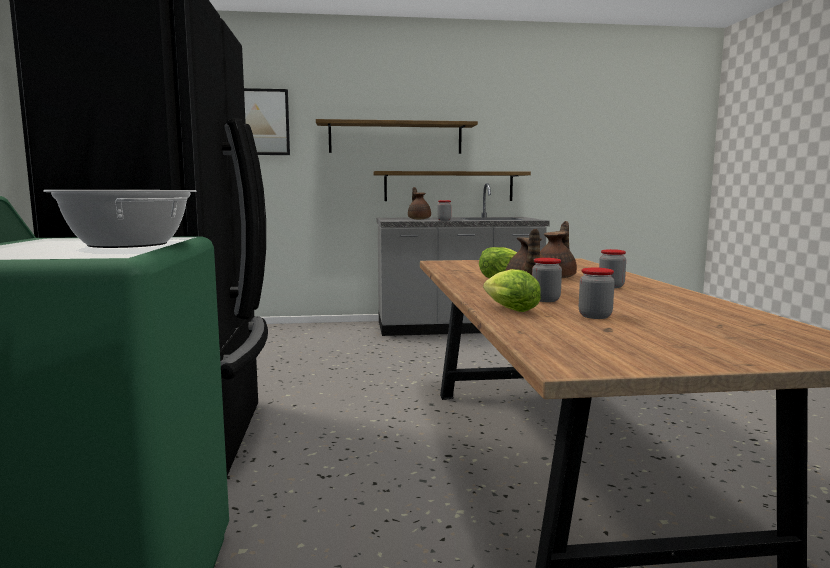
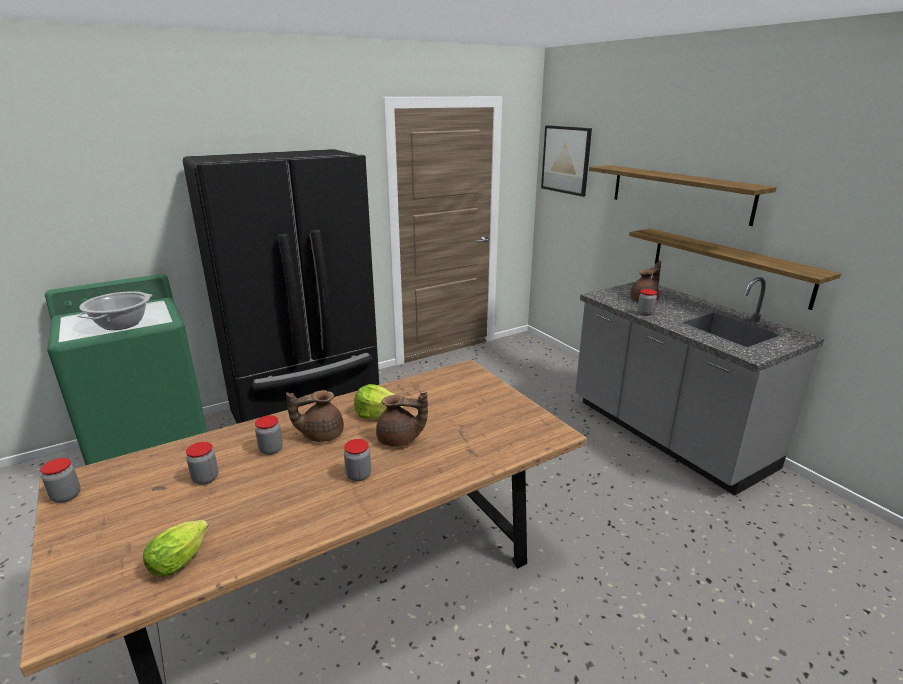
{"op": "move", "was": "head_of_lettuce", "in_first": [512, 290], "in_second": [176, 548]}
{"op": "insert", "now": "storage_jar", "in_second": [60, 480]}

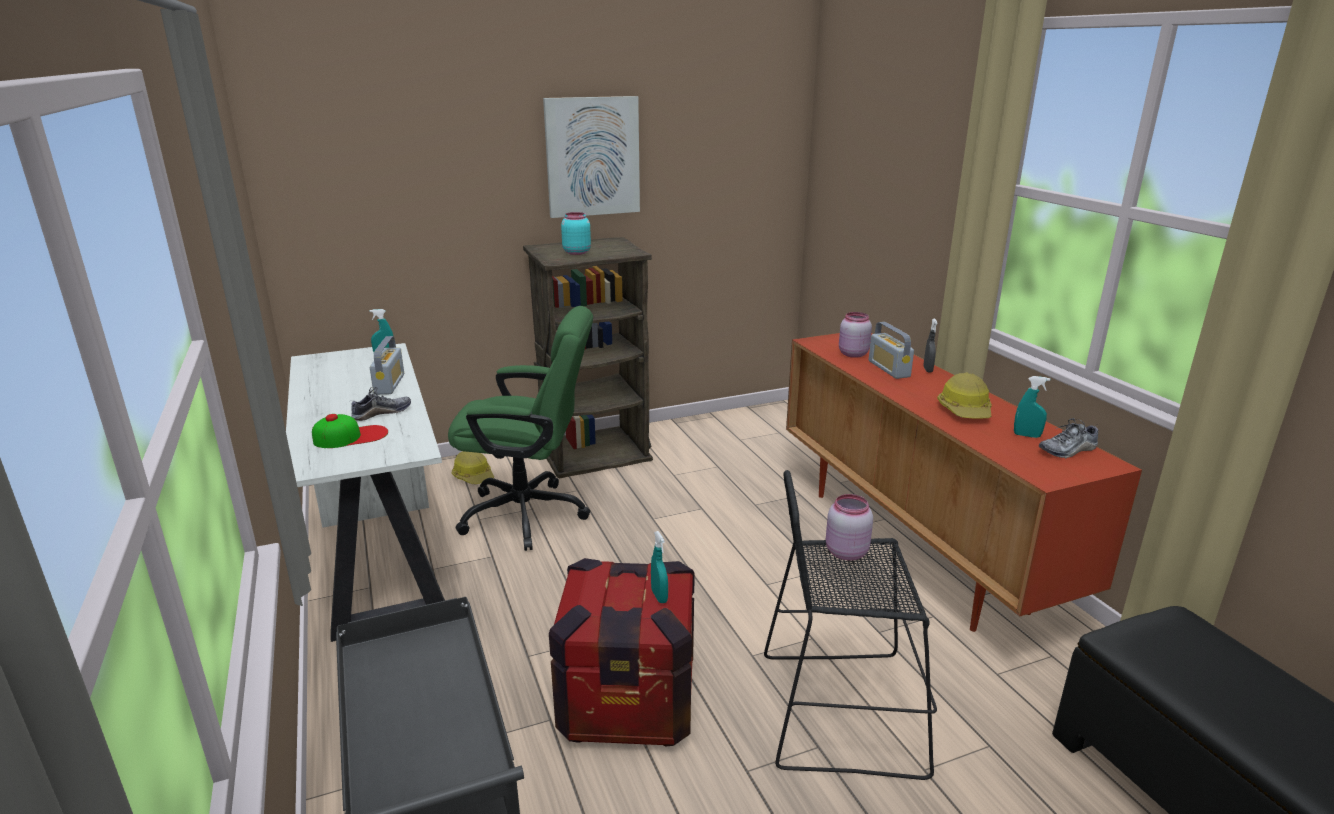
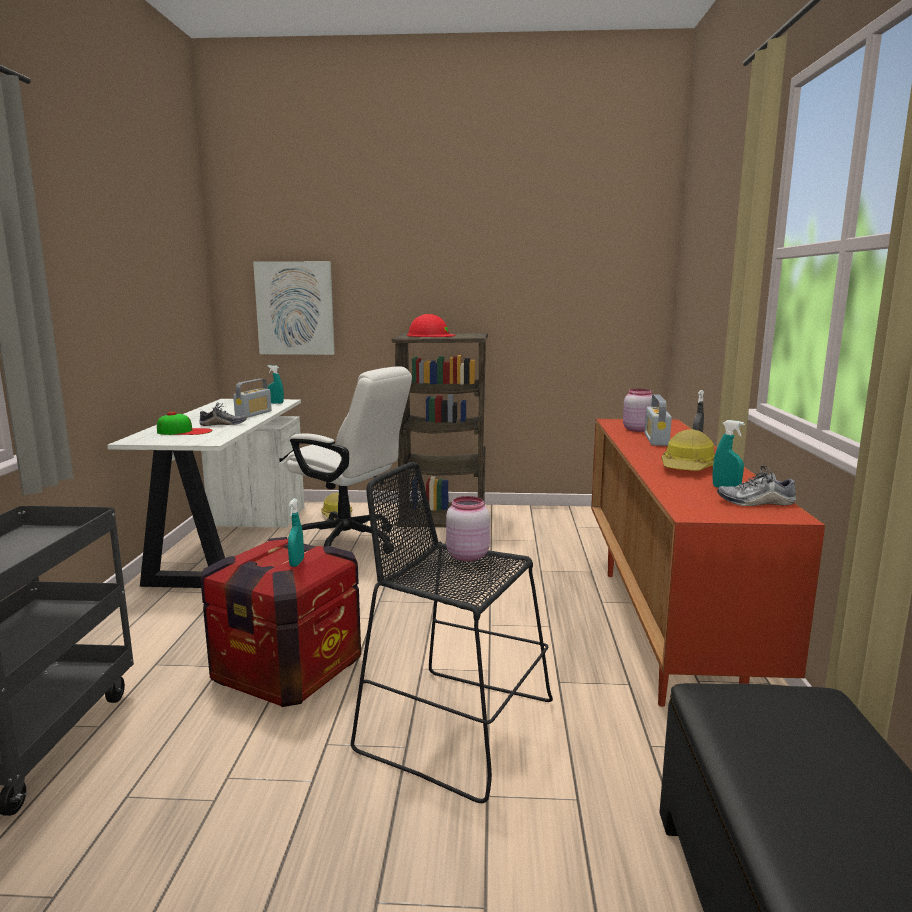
{"op": "recolor", "was": "green-coloured_computer_chair", "now": "white-coloured_computer_chair", "in_first": [520, 428], "in_second": [349, 460]}
{"op": "move", "was": "wall_art", "in_first": [591, 157], "in_second": [294, 308]}
{"op": "replace", "was": "blue-green_storage_jar", "now": "red-coloured_work_helmet", "in_first": [576, 233], "in_second": [431, 325]}

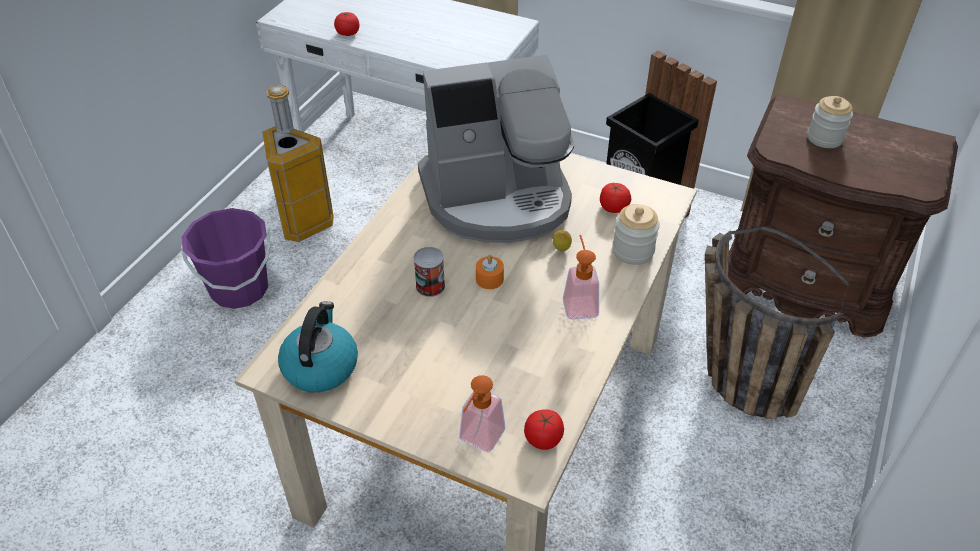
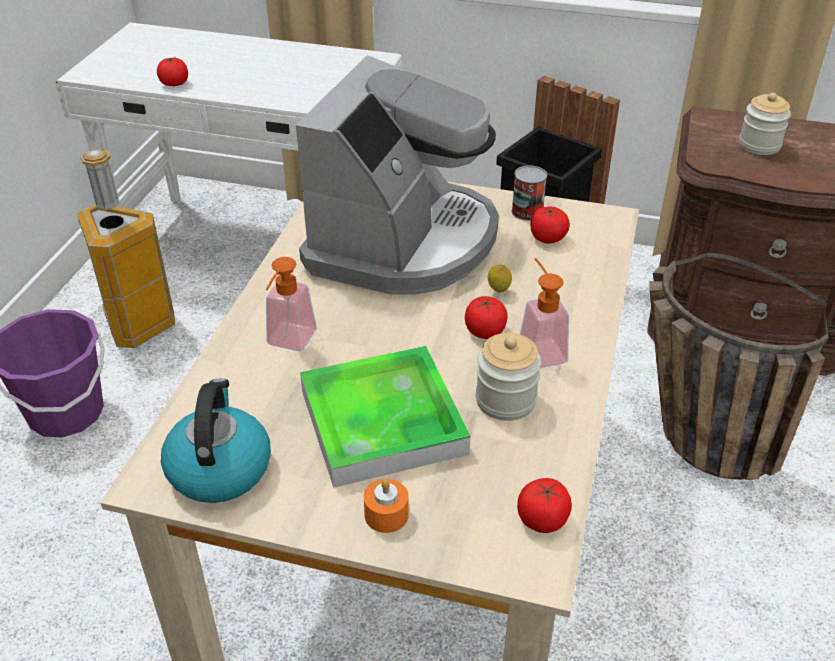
{"op": "move", "was": "metal_can", "in_first": [429, 272], "in_second": [529, 193]}
{"op": "rotate", "was": "coffee_maker", "in_first": [496, 149], "in_second": [397, 174], "clockwise": -45}
{"op": "move", "was": "soap_bottle", "in_first": [482, 413], "in_second": [291, 304]}
{"op": "move", "was": "orangey_wax_candle", "in_first": [490, 272], "in_second": [386, 506]}
{"op": "move", "was": "storage_jar", "in_first": [636, 234], "in_second": [508, 377]}
{"op": "insert", "now": "carrying_tray", "in_second": [385, 417]}
{"op": "insert", "now": "fresh_tomato", "in_second": [486, 317]}

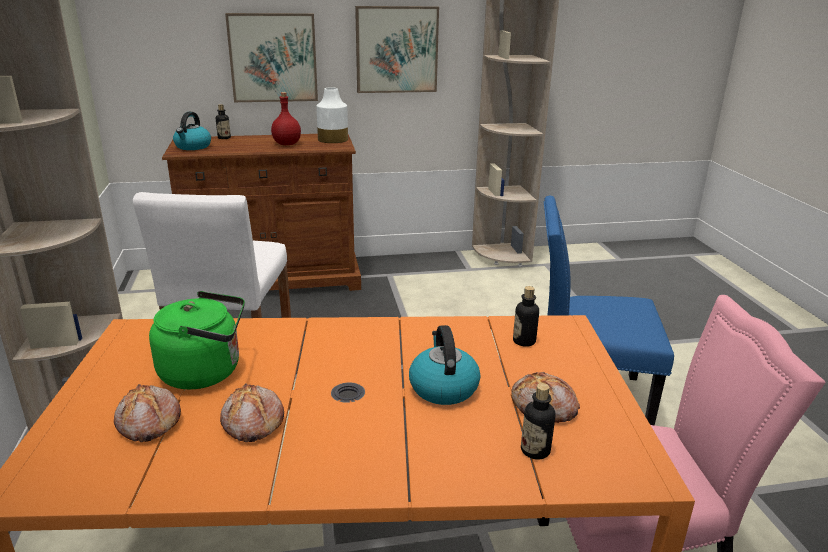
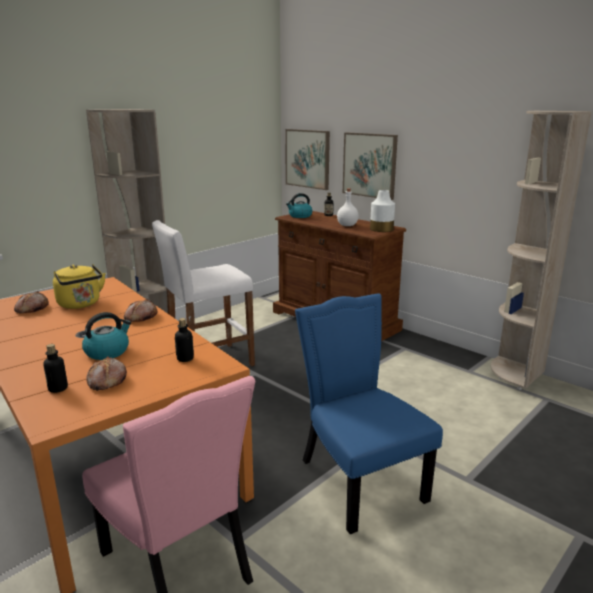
{"op": "recolor", "was": "green-coloured_kettle", "now": "yellow-coloured_kettle", "in_first": [197, 340], "in_second": [79, 286]}
{"op": "move", "was": "bread", "in_first": [252, 412], "in_second": [141, 310]}
{"op": "recolor", "was": "red-coloured_drink_bottle", "now": "white-coloured_drink_bottle", "in_first": [286, 118], "in_second": [348, 207]}
{"op": "move", "was": "wall_art", "in_first": [397, 49], "in_second": [307, 159]}

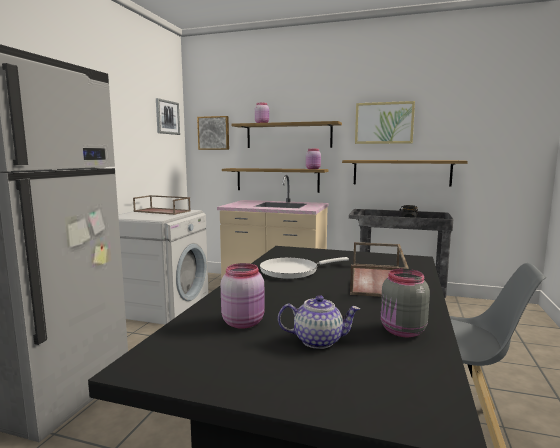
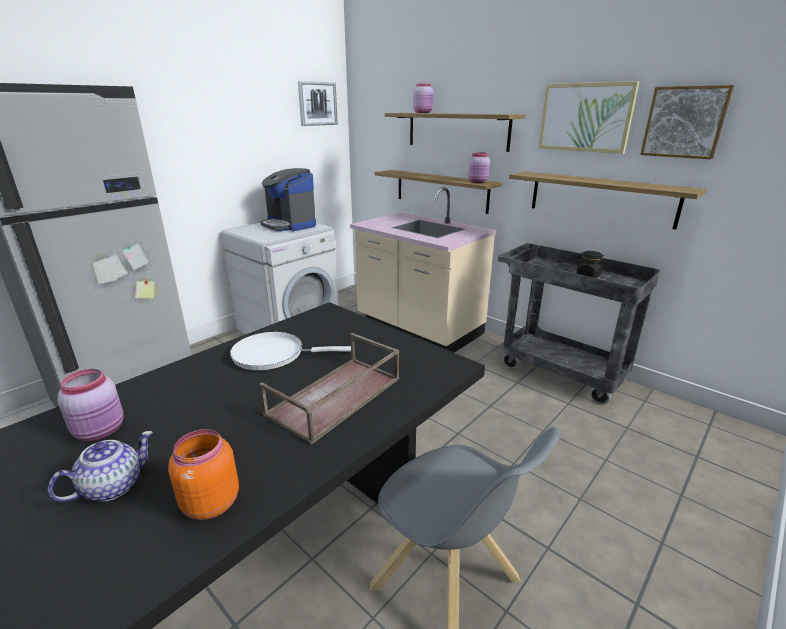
{"op": "replace", "was": "brown_carrying_tray", "now": "coffee_maker", "in_first": [162, 205], "in_second": [288, 199]}
{"op": "move", "was": "wall_art", "in_first": [213, 133], "in_second": [687, 122]}
{"op": "rotate", "was": "pot_for_tea", "in_first": [319, 322], "in_second": [100, 466], "clockwise": -75}
{"op": "recolor", "was": "gray_storage_jar", "now": "orangey_storage_jar", "in_first": [405, 303], "in_second": [203, 474]}

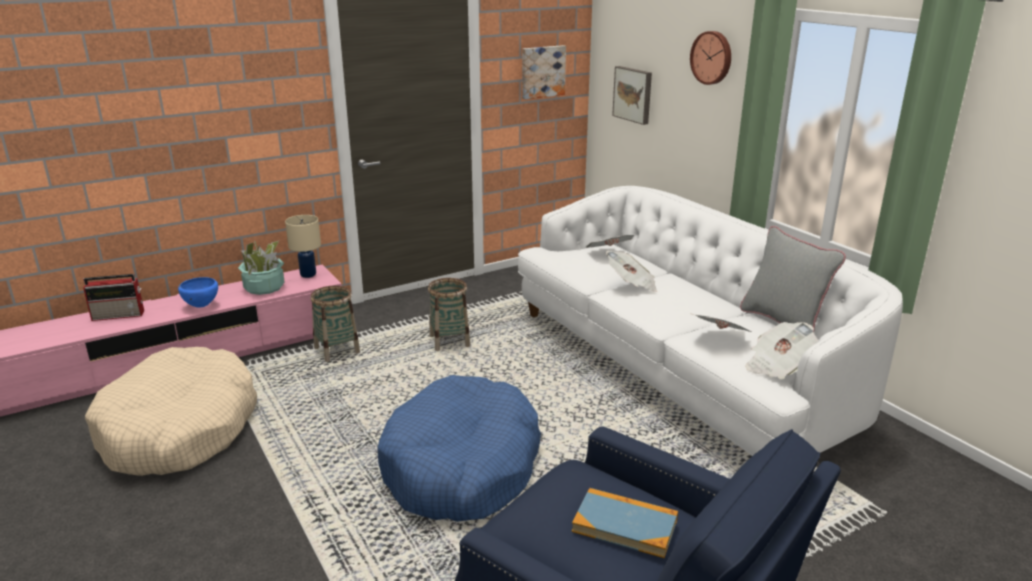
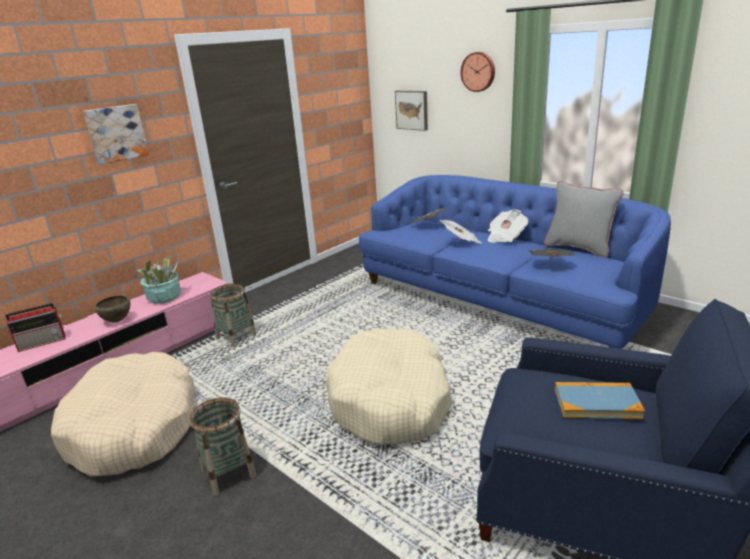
{"op": "recolor", "was": "blue-coloured_bowl", "now": "brown_bowl", "in_first": [198, 292], "in_second": [112, 309]}
{"op": "delete", "was": "sand-coloured_tabletop_lamp", "in_first": [303, 246]}
{"op": "recolor", "was": "blue-coloured_pet_bed", "now": "sand-coloured_pet_bed", "in_first": [459, 448], "in_second": [389, 386]}
{"op": "move", "was": "storage_basket", "in_first": [449, 314], "in_second": [223, 446]}
{"op": "recolor", "was": "white-coloured_settee", "now": "blue-coloured_settee", "in_first": [710, 321], "in_second": [515, 262]}
{"op": "move", "was": "wall_art", "in_first": [544, 72], "in_second": [116, 134]}
{"op": "move", "was": "printed_paper", "in_first": [782, 350], "in_second": [508, 226]}

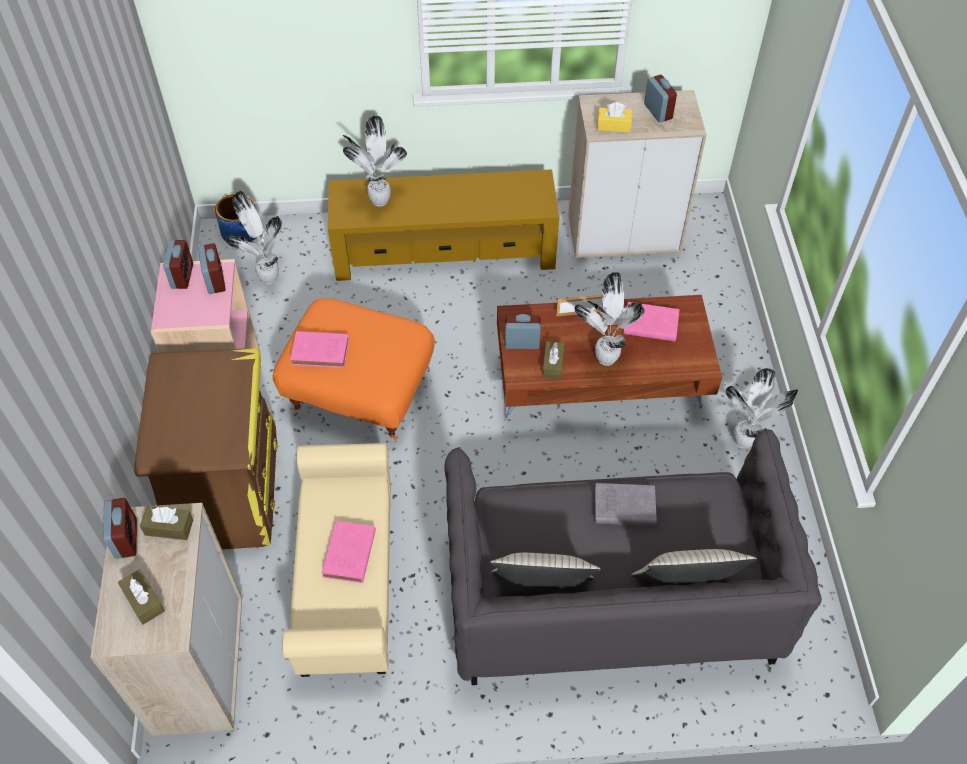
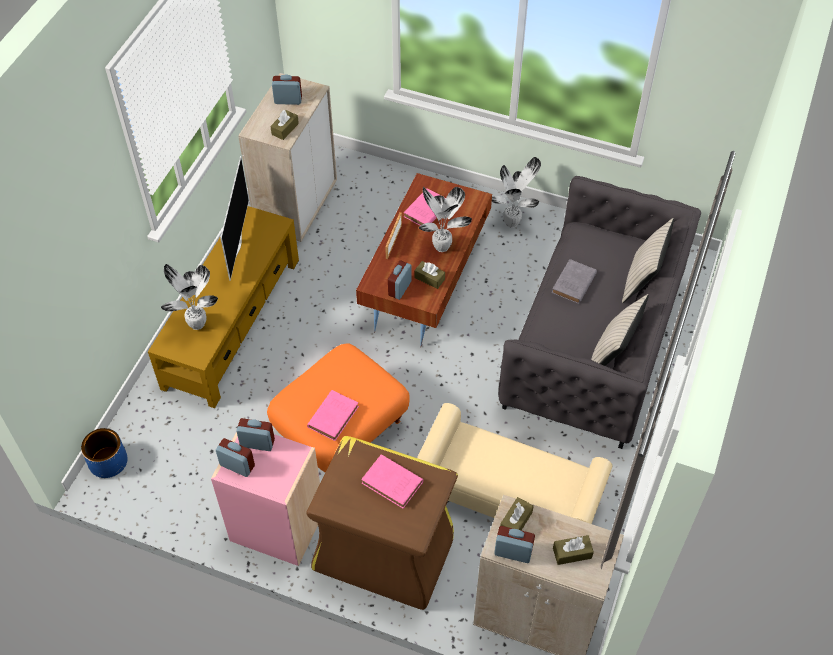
{"op": "delete", "was": "houseplant", "in_first": [254, 237]}
{"op": "move", "was": "pinkish_book", "in_first": [349, 552], "in_second": [392, 481]}
{"op": "recolor", "was": "yellow-coloured_box_of_tissues", "now": "brown_box_of_tissues", "in_first": [614, 117], "in_second": [284, 125]}
{"op": "insert", "now": "television", "in_second": [234, 218]}

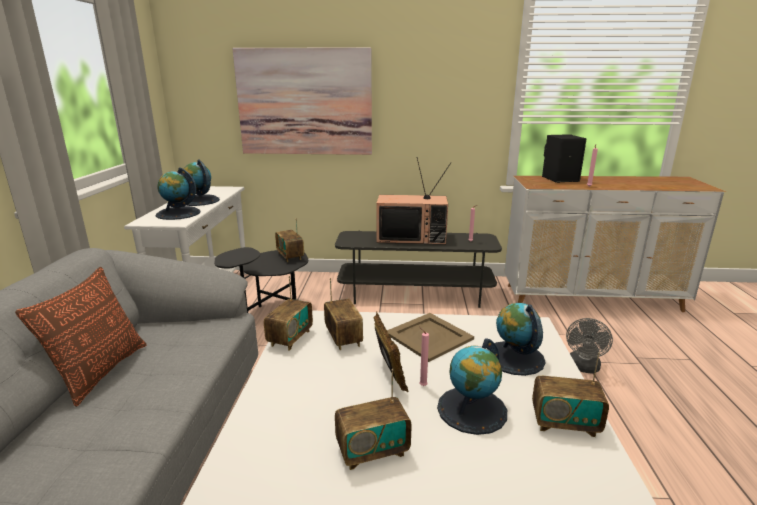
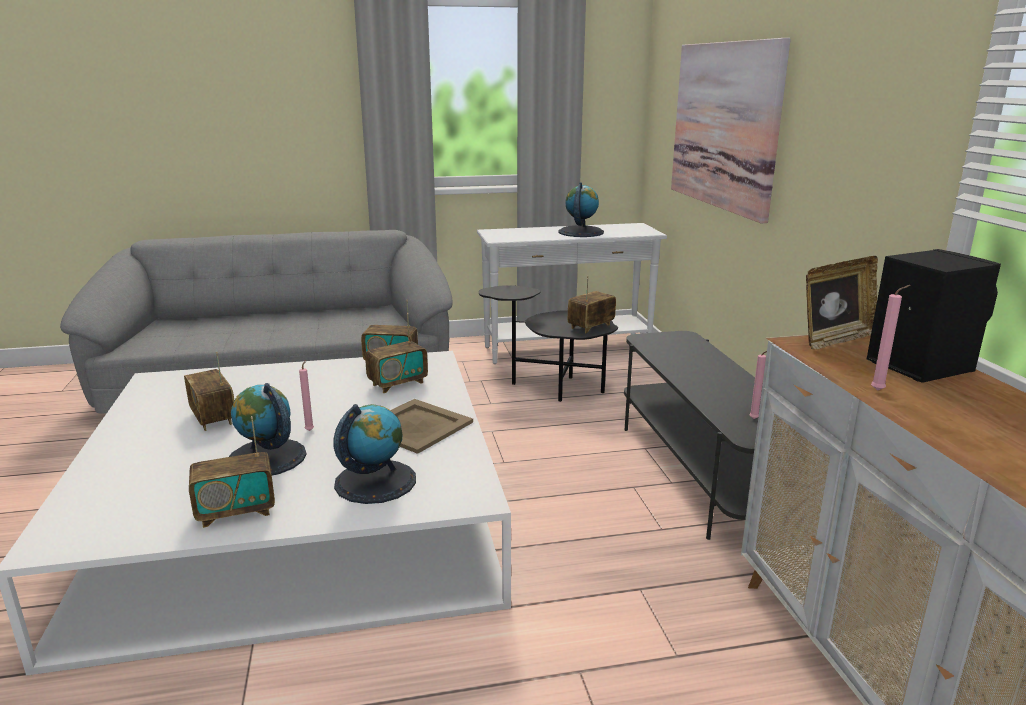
{"op": "delete", "was": "brown_pillow", "in_first": [80, 337]}
{"op": "delete", "was": "globe", "in_first": [178, 193]}
{"op": "move", "was": "picture_frame", "in_first": [391, 352], "in_second": [842, 303]}
{"op": "delete", "was": "television", "in_first": [414, 201]}
{"op": "rotate", "was": "radio", "in_first": [570, 394], "in_second": [232, 472], "clockwise": -105}
{"op": "delete", "was": "gray_electric_fan", "in_first": [589, 345]}

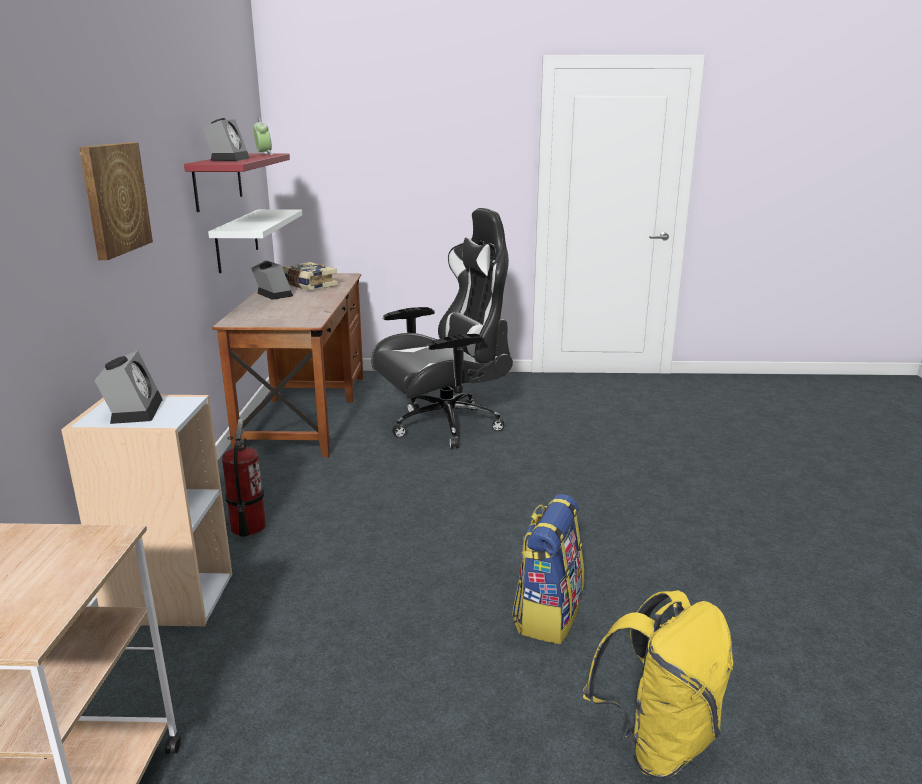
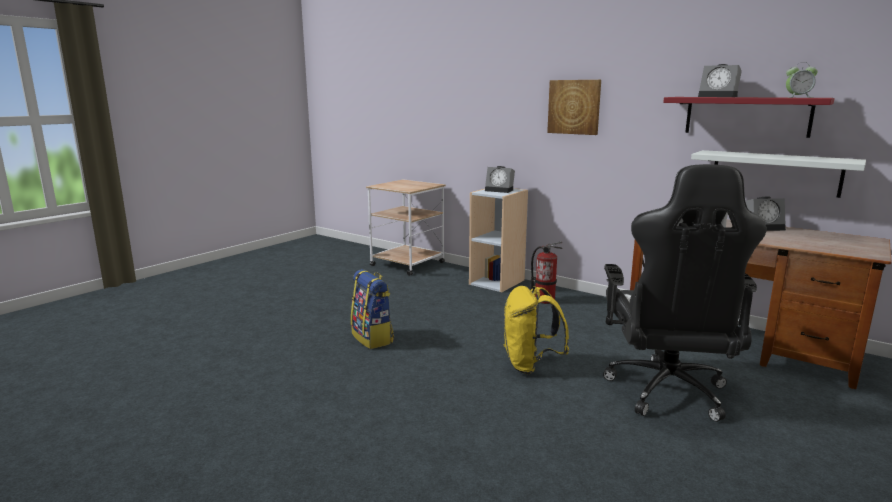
{"op": "delete", "was": "book", "in_first": [310, 276]}
{"op": "move", "was": "yellow-coloured_knapsack", "in_first": [658, 684], "in_second": [536, 330]}

